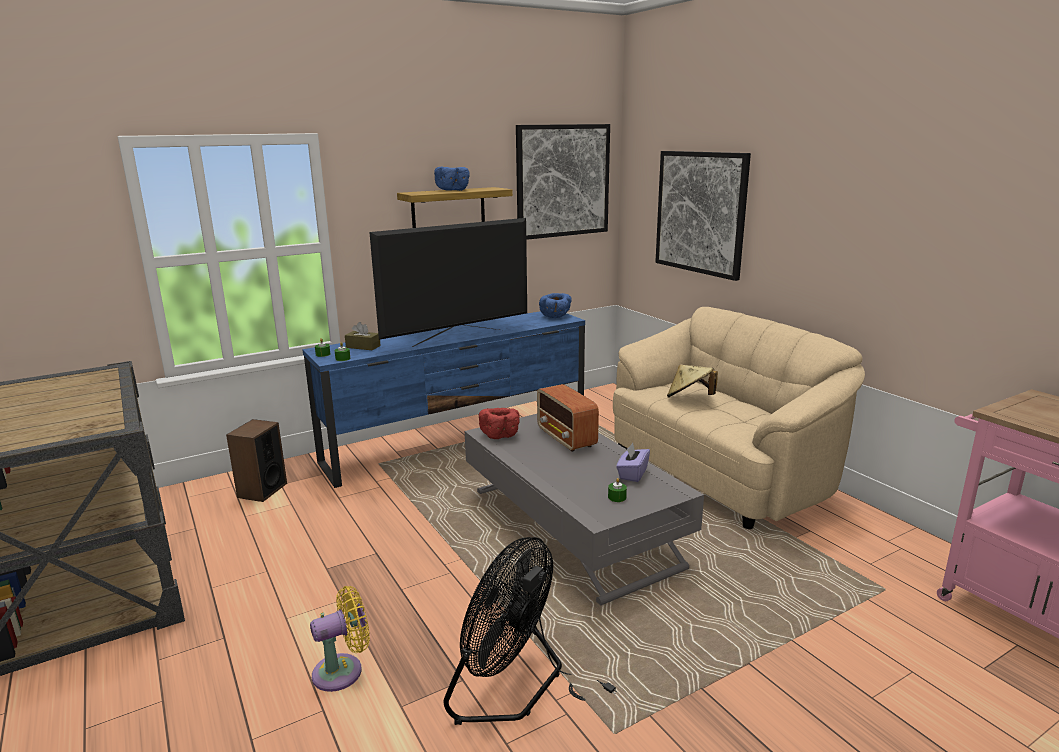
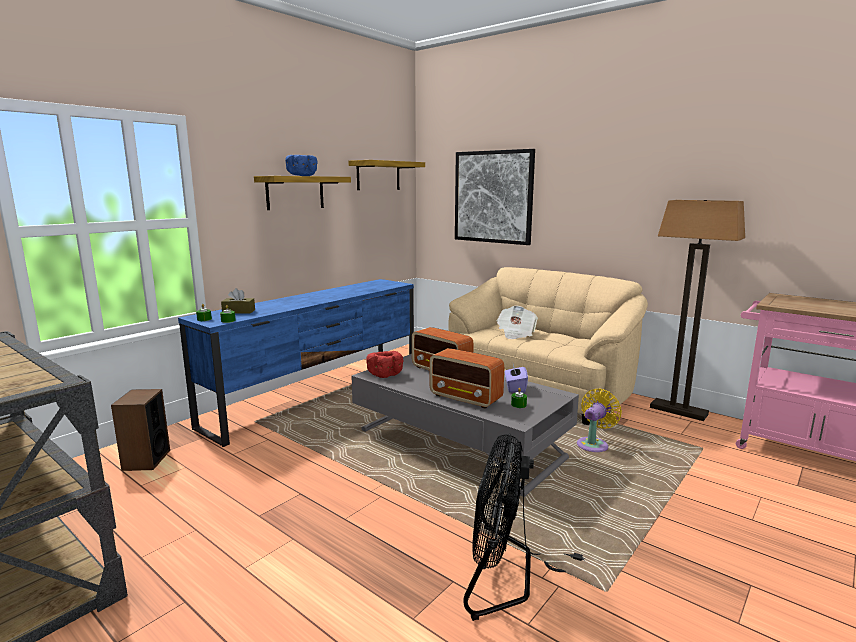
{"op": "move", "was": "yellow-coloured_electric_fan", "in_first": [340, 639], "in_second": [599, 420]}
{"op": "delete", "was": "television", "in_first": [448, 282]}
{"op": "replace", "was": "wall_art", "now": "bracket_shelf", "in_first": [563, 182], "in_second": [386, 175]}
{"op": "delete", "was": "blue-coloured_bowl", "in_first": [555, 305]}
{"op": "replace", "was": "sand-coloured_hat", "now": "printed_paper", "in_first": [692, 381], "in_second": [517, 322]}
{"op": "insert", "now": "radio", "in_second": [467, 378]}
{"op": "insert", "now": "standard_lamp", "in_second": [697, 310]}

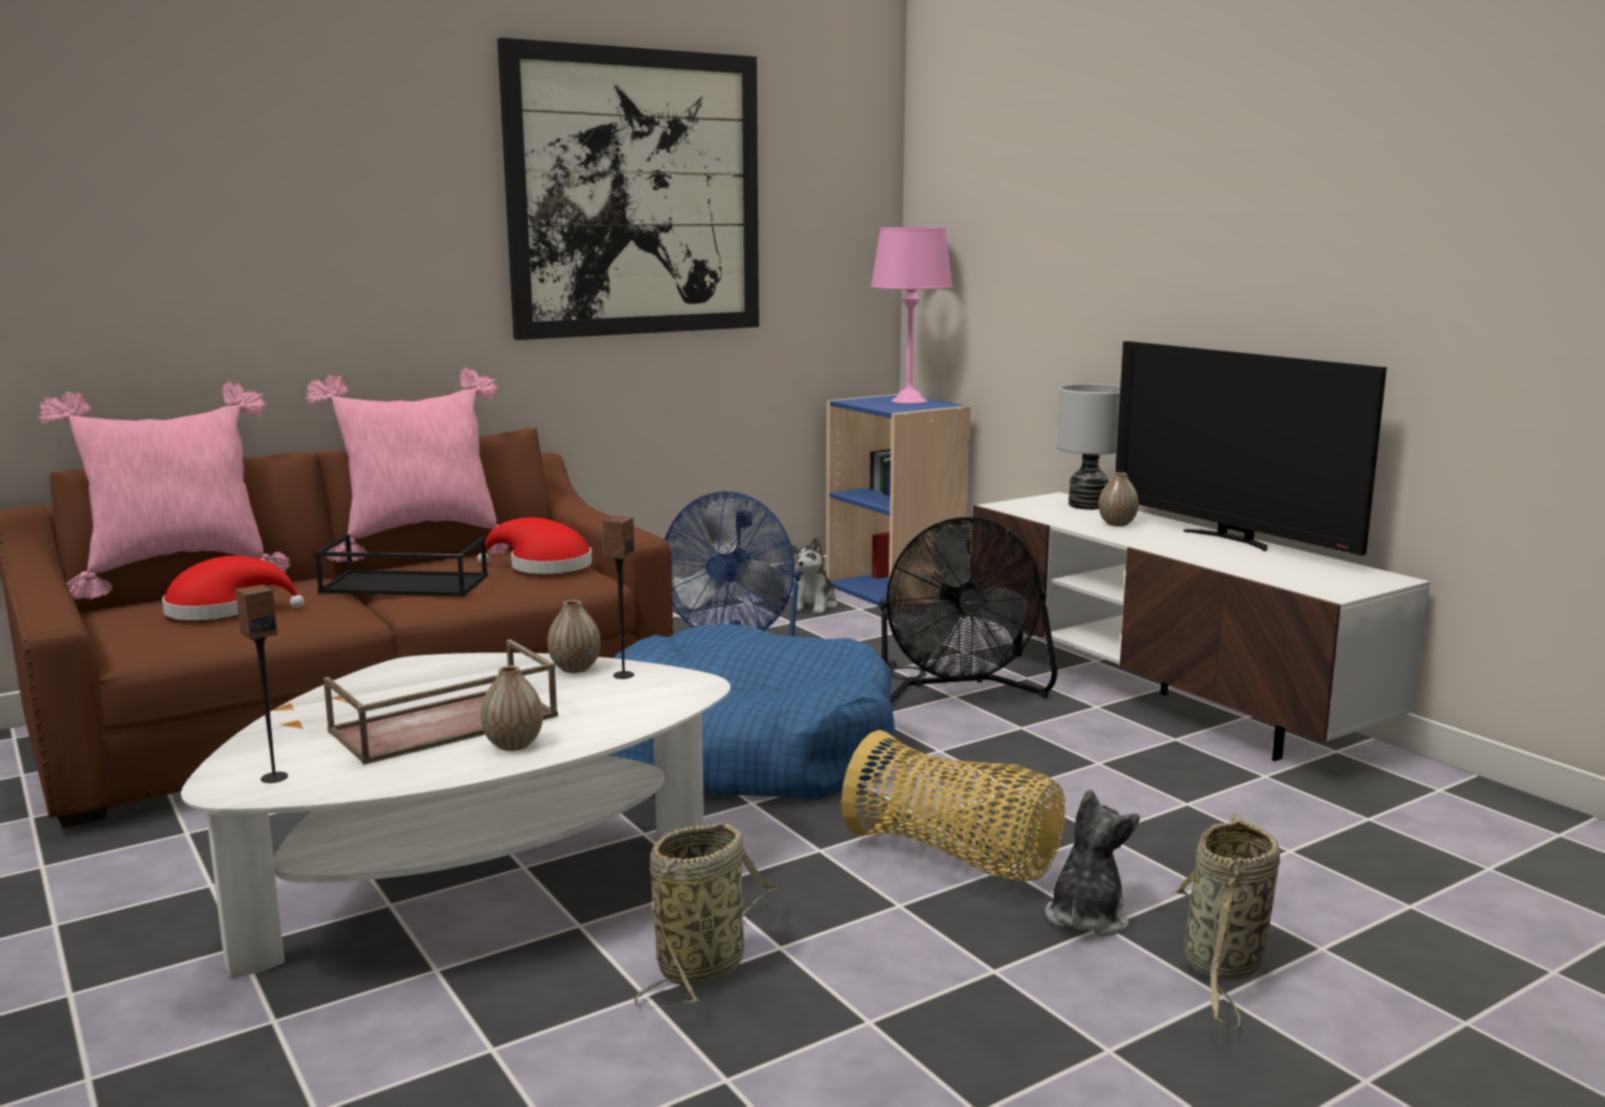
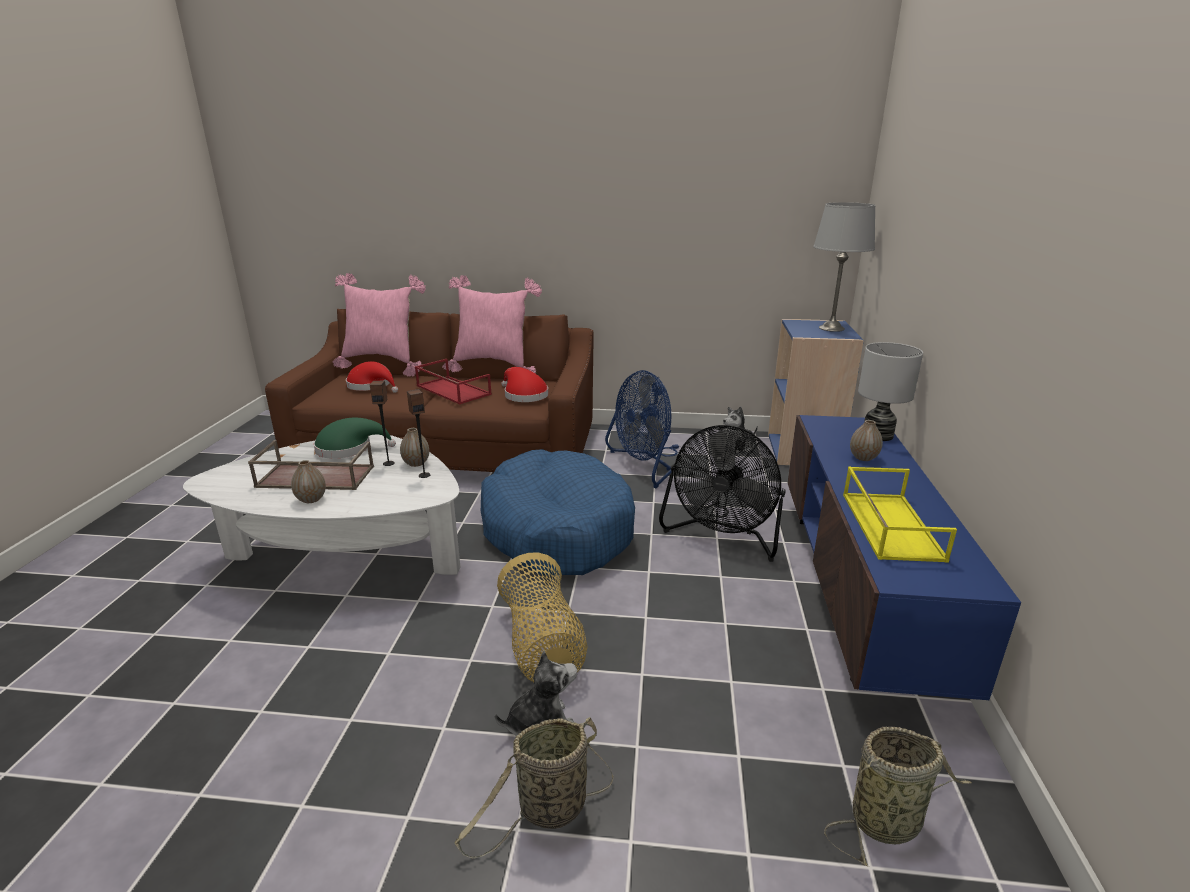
{"op": "move", "was": "loudspeaker", "in_first": [262, 683], "in_second": [382, 423]}
{"op": "recolor", "was": "blackish_carrying_tray", "now": "red-coloured_carrying_tray", "in_first": [401, 565], "in_second": [453, 381]}
{"op": "delete", "was": "wall_art", "in_first": [628, 189]}
{"op": "move", "was": "storage_basket", "in_first": [707, 915], "in_second": [898, 796]}
{"op": "recolor", "was": "pinkish_tabletop_lamp", "now": "gray_tabletop_lamp", "in_first": [912, 315], "in_second": [844, 267]}
{"op": "recolor", "was": "white-coloured_media_console", "now": "blue-coloured_media_console", "in_first": [1200, 626], "in_second": [904, 557]}
{"op": "delete", "was": "television", "in_first": [1251, 448]}
{"op": "insert", "now": "green-coloured_hat", "in_second": [355, 438]}
{"op": "insert", "now": "yellow-coloured_carrying_tray", "in_second": [900, 515]}

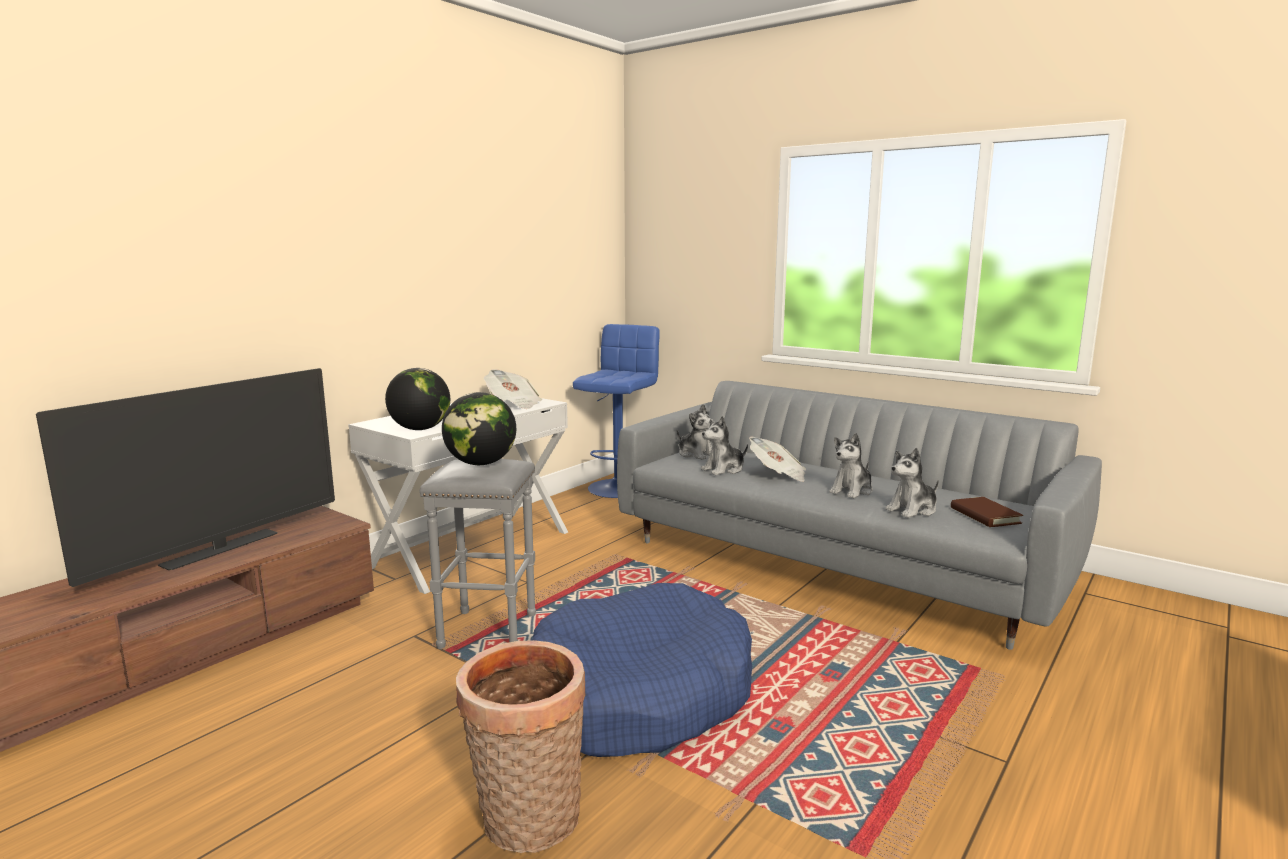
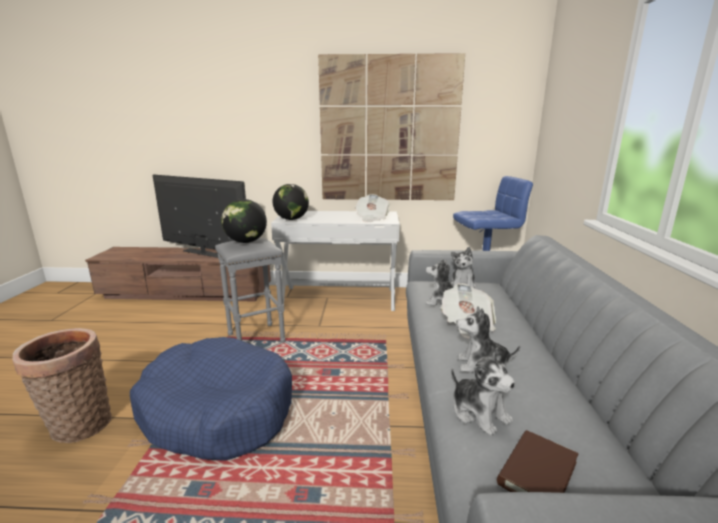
{"op": "rotate", "was": "television", "in_first": [185, 477], "in_second": [199, 216], "clockwise": -150}
{"op": "rotate", "was": "cuddly_toy", "in_first": [912, 483], "in_second": [483, 392], "clockwise": -150}
{"op": "insert", "now": "wall_art", "in_second": [391, 126]}

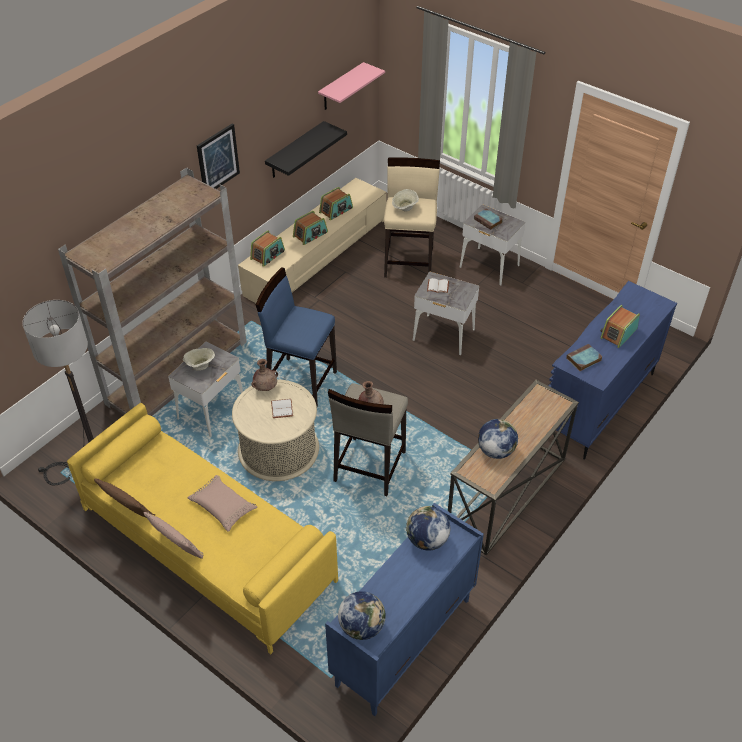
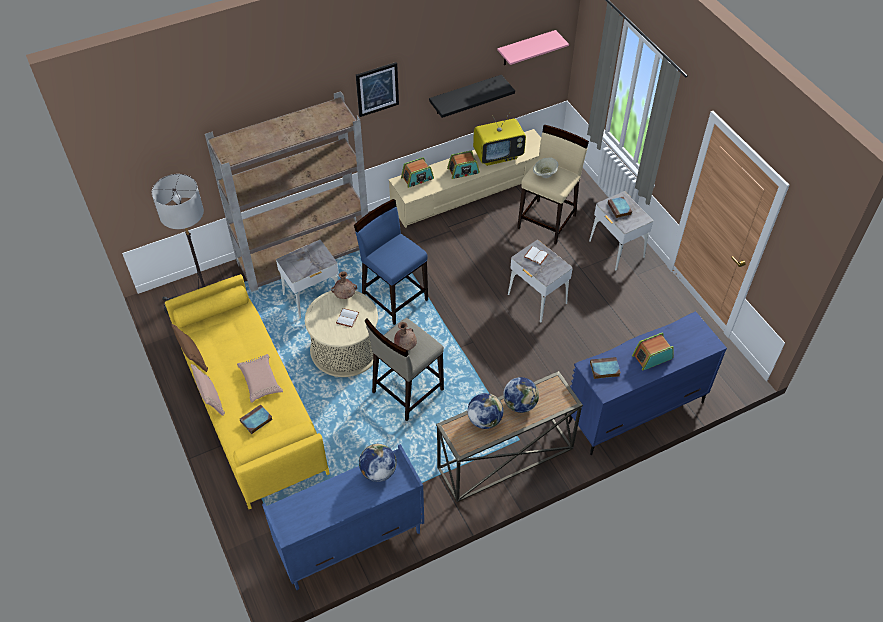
{"op": "delete", "was": "sand-coloured_bowl", "in_first": [199, 359]}
{"op": "replace", "was": "radio", "now": "television", "in_first": [336, 203], "in_second": [499, 139]}
{"op": "move", "was": "globe", "in_first": [362, 615], "in_second": [521, 395]}
{"op": "insert", "now": "book", "in_second": [256, 419]}

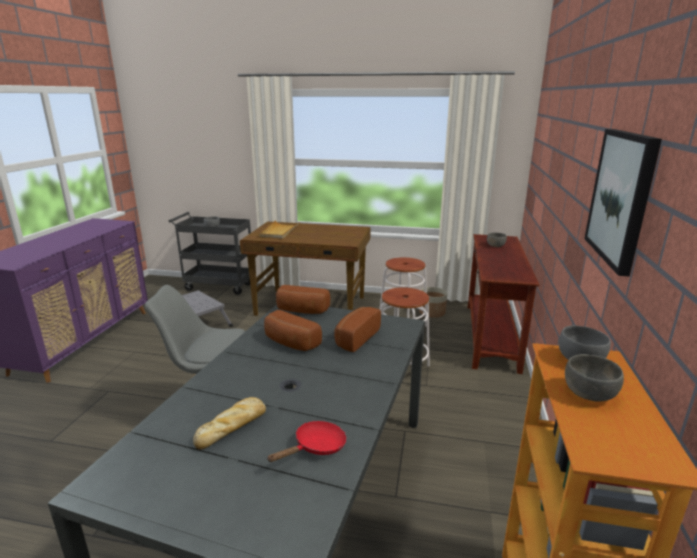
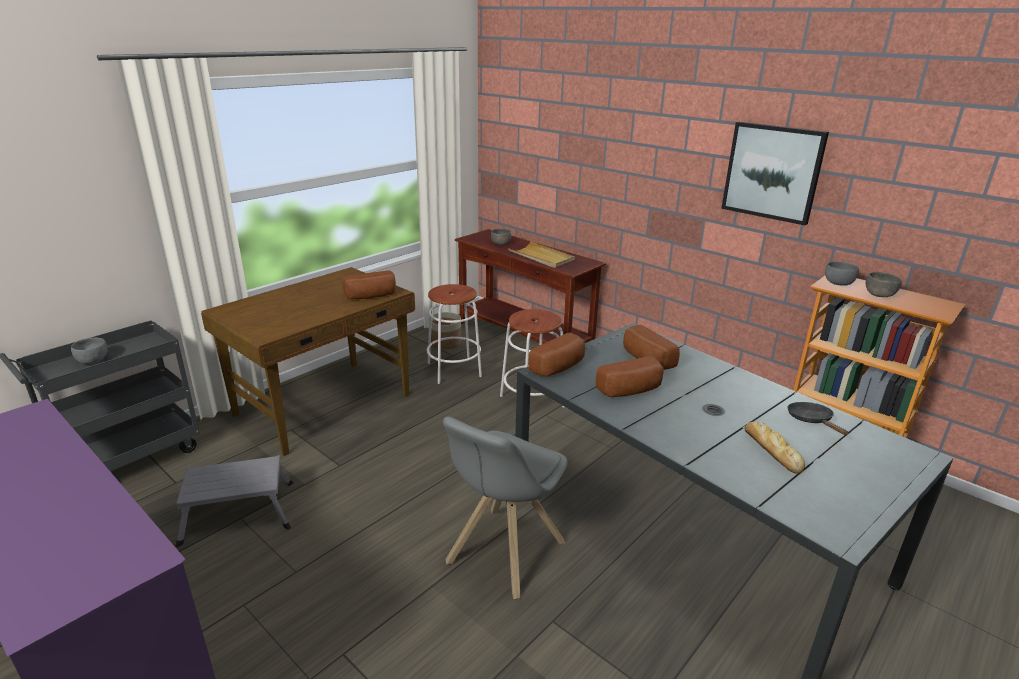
{"op": "move", "was": "sand-coloured_carrying_tray", "in_first": [279, 229], "in_second": [541, 254]}
{"op": "recolor", "was": "red-coloured_skillet", "now": "blackish_skillet", "in_first": [307, 441], "in_second": [817, 418]}
{"op": "insert", "now": "bread", "in_second": [369, 285]}

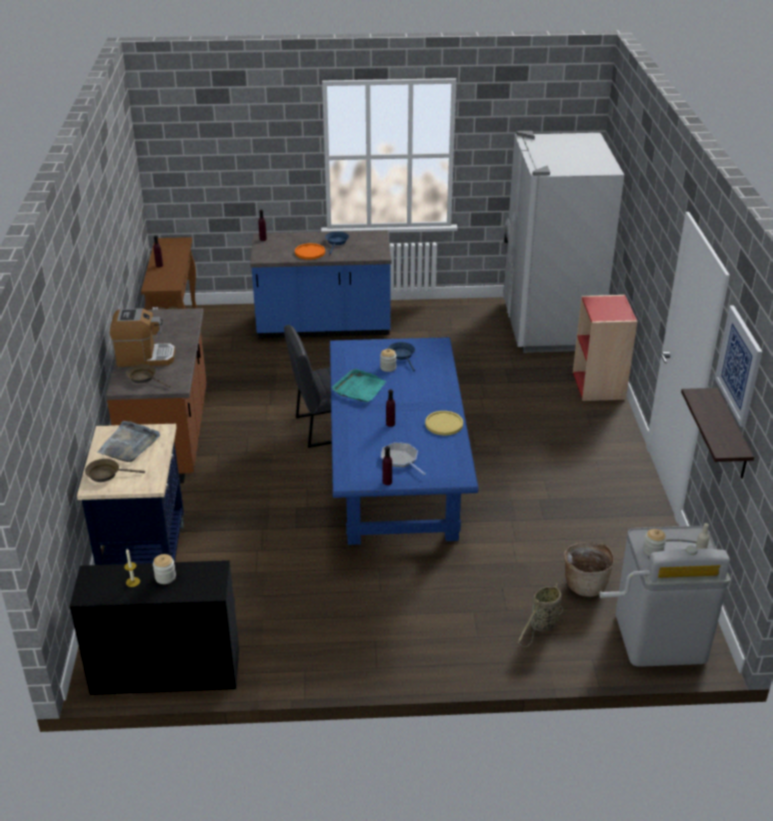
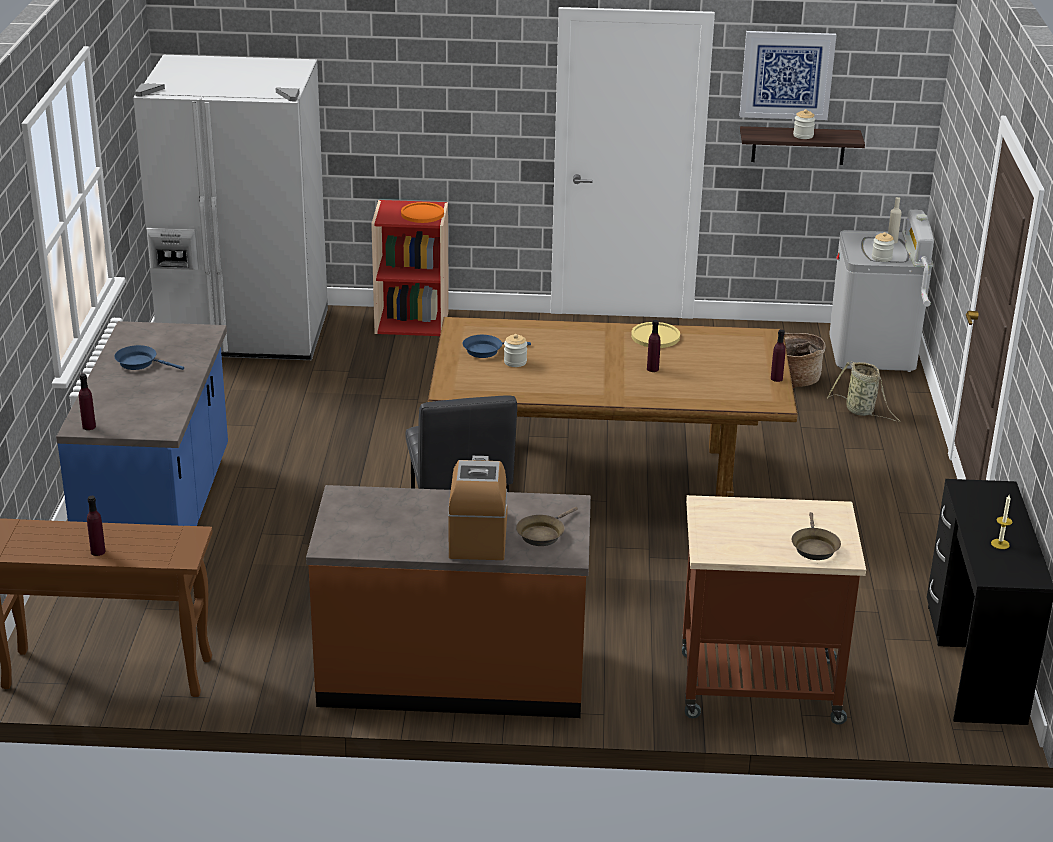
{"op": "recolor", "was": "blue-coloured_wheeled_cart", "now": "brown_wheeled_cart", "in_first": [131, 494], "in_second": [774, 610]}
{"op": "delete", "was": "gray_carrying_tray", "in_first": [129, 441]}
{"op": "move", "was": "storage_jar", "in_first": [164, 569], "in_second": [804, 124]}
{"op": "move", "was": "orangey_flat_dish", "in_first": [310, 251], "in_second": [422, 212]}
{"op": "recolor", "was": "blue-coloured_kitchen_table", "now": "brown_kitchen_table", "in_first": [404, 441], "in_second": [613, 407]}
{"op": "delete", "was": "blue-green_carrying_tray", "in_first": [359, 385]}
{"op": "delete", "was": "skillet", "in_first": [403, 458]}

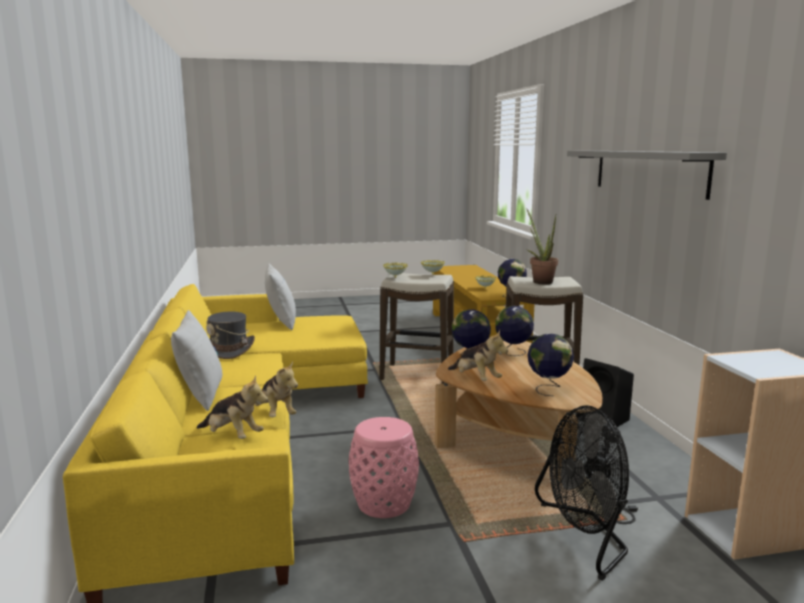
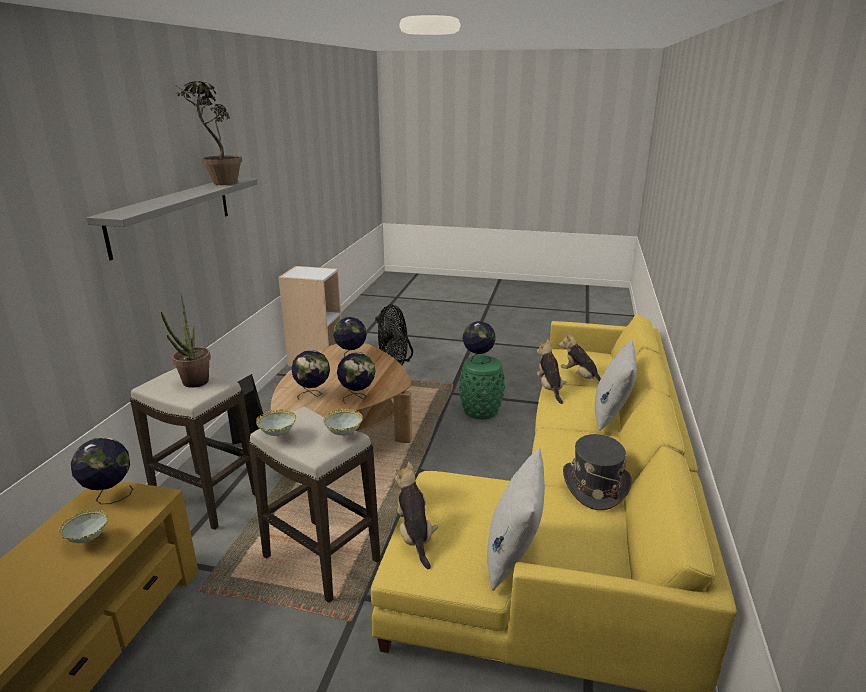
{"op": "recolor", "was": "pinkish_stool", "now": "green-coloured_stool", "in_first": [384, 467], "in_second": [482, 387]}
{"op": "move", "was": "cuddly_toy", "in_first": [478, 355], "in_second": [416, 515]}
{"op": "insert", "now": "houseplant", "in_second": [206, 133]}
{"op": "insert", "now": "globe", "in_second": [479, 342]}

